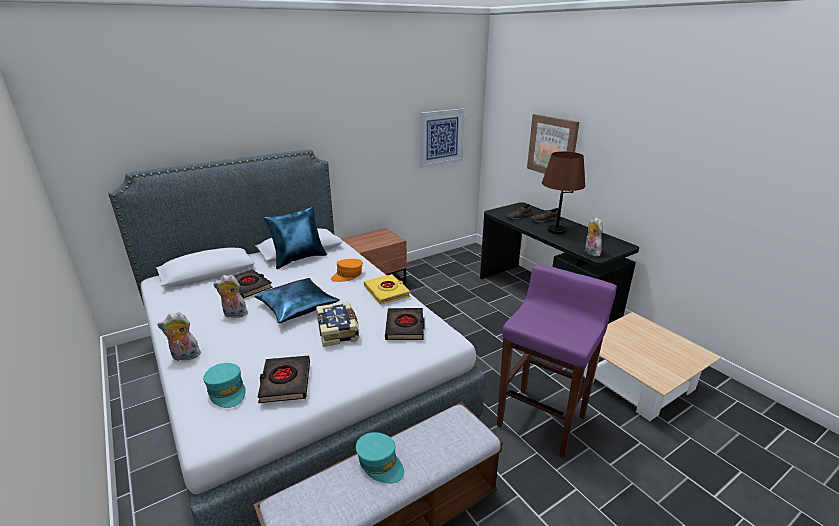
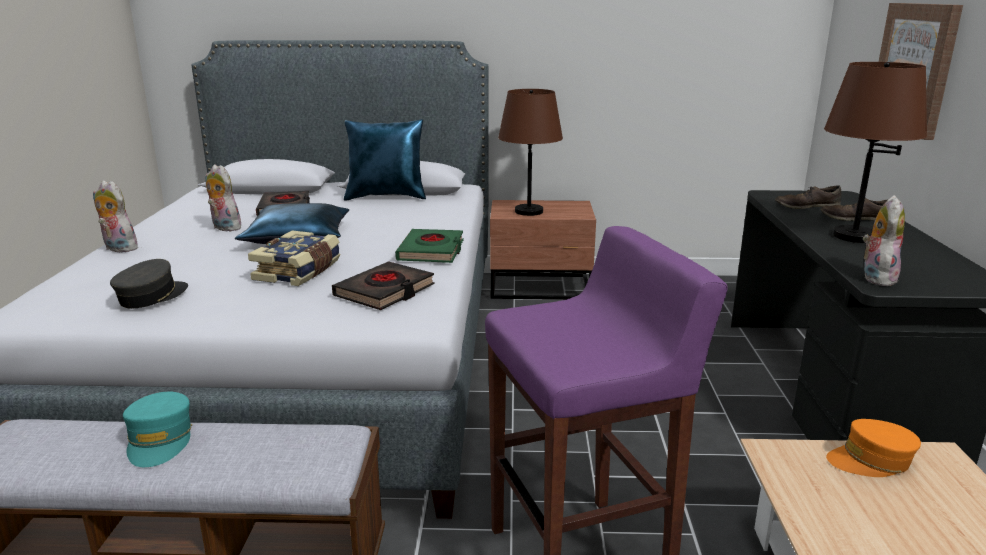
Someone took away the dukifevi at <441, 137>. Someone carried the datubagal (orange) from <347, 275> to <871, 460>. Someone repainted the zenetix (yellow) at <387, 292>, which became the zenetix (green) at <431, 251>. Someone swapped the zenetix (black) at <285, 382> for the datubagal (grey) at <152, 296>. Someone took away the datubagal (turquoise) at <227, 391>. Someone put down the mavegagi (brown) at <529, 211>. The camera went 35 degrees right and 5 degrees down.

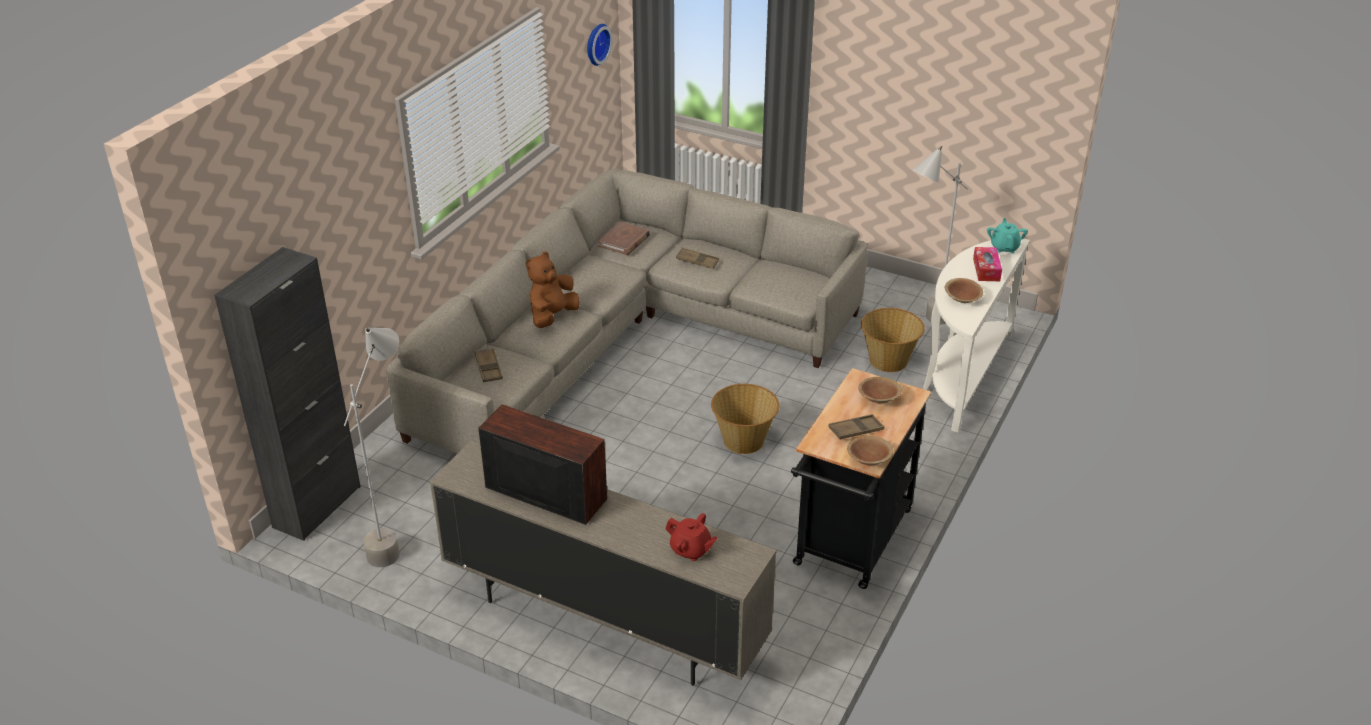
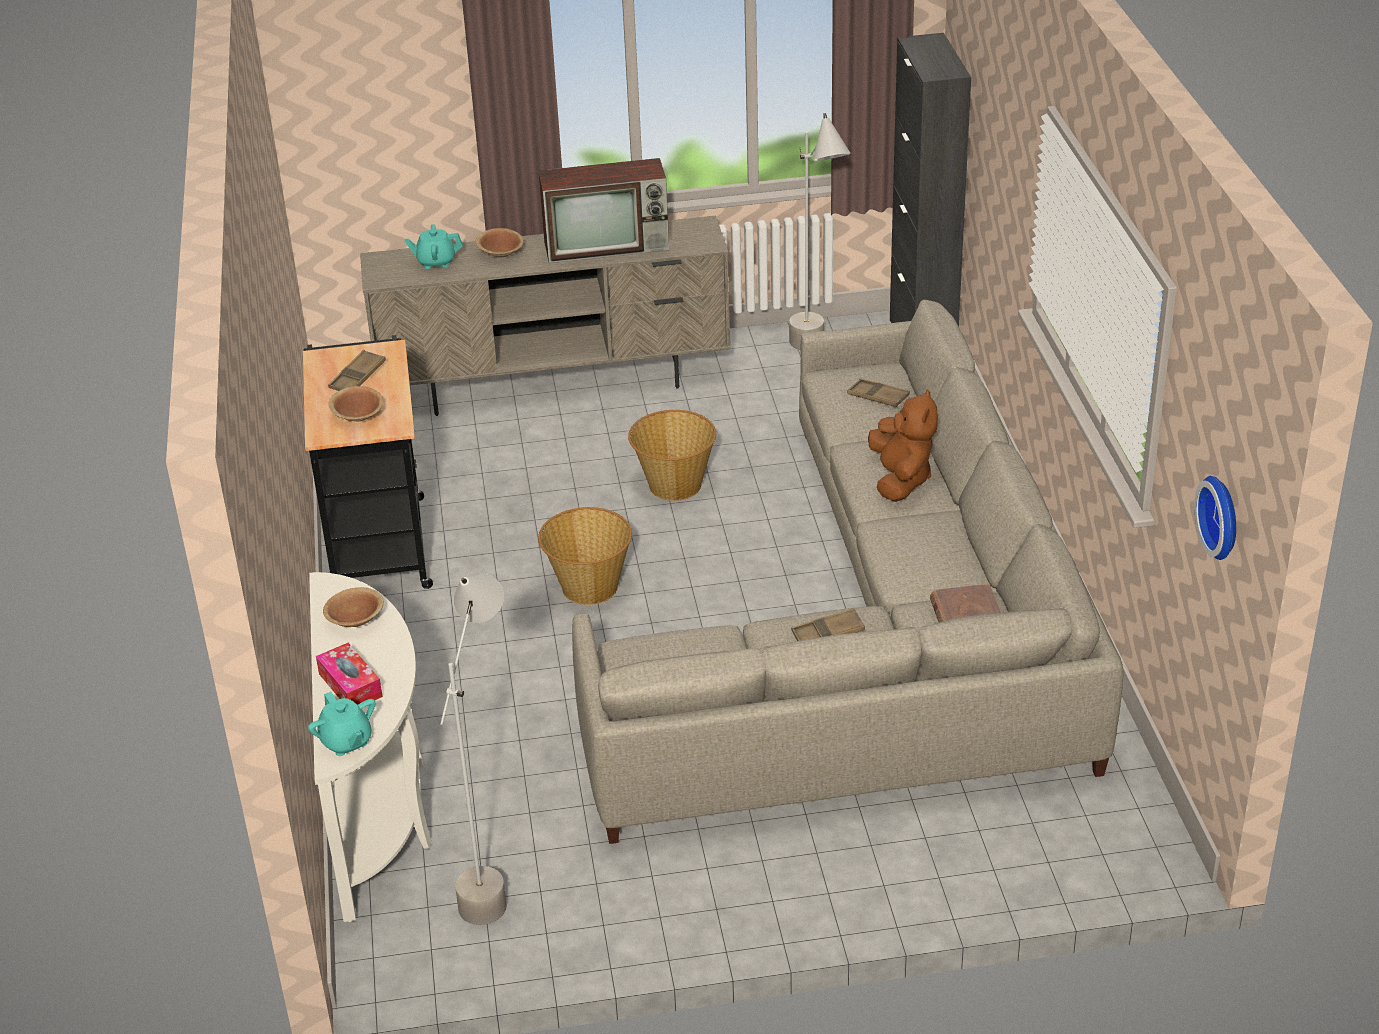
Someone carried the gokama from <888, 361> to <674, 484>. Someone carried the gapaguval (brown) from <869, 459> to <500, 253>. Someone repainted the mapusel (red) at <691, 550>, which became the mapusel (turquoise) at <436, 262>. The camera went 145 degrees right and 0 degrees up.

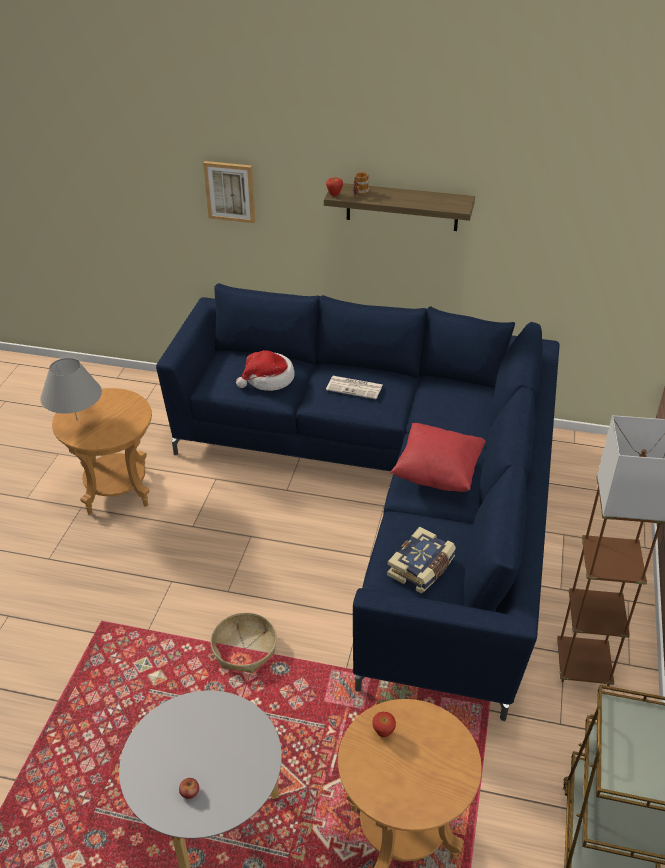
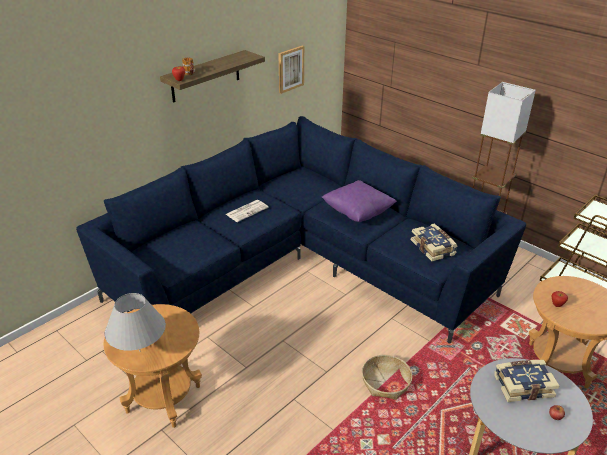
Someone carried the dukifevi from <230, 191> to <290, 69>. Someone took away the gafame at <268, 379>. Someone repainted the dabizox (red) at <437, 473>, which became the dabizox (purple) at <357, 213>. Someone put down the zenetix at <522, 385>. The camera went 60 degrees left and 5 degrees down.

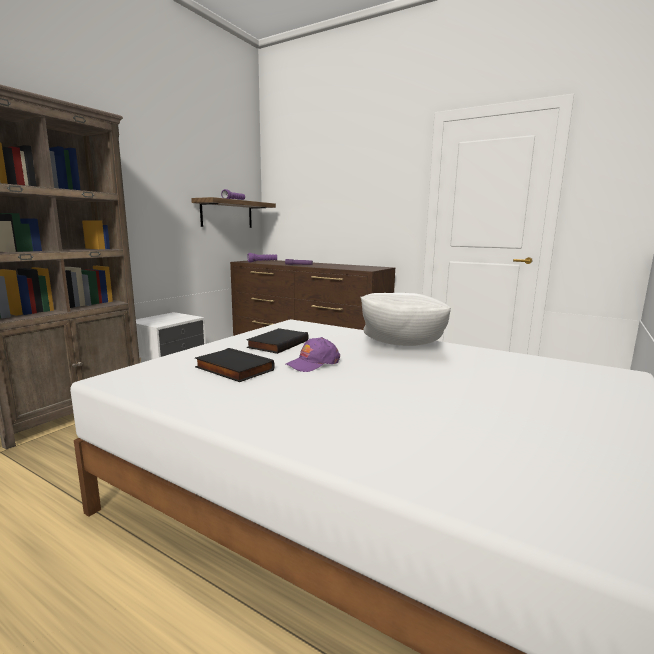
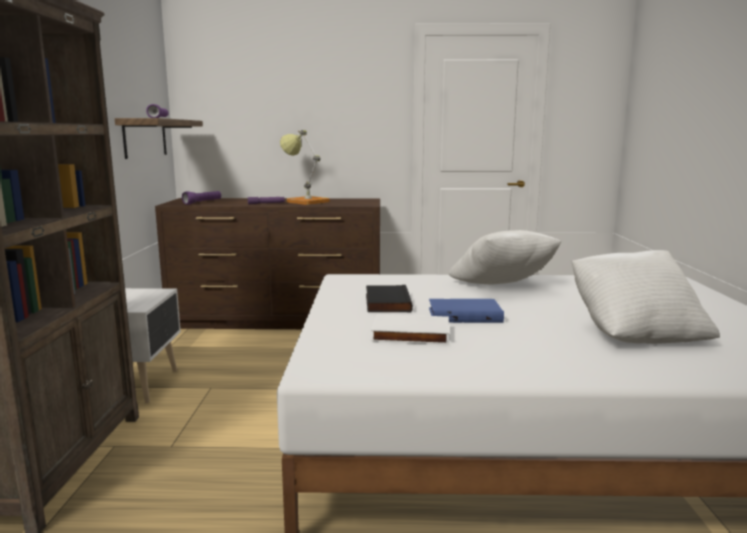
Someone swapped the datubagal (purple) at <313, 363> for the zenetix (blue) at <465, 315>. Someone repainted the zenetix (black) at <232, 369>, which became the zenetix (white) at <410, 335>. Someone put down the mavegagi at <304, 201>. Someone put down the dabizox (white) at <635, 333>. The camera went 30 degrees left and 0 degrees up.

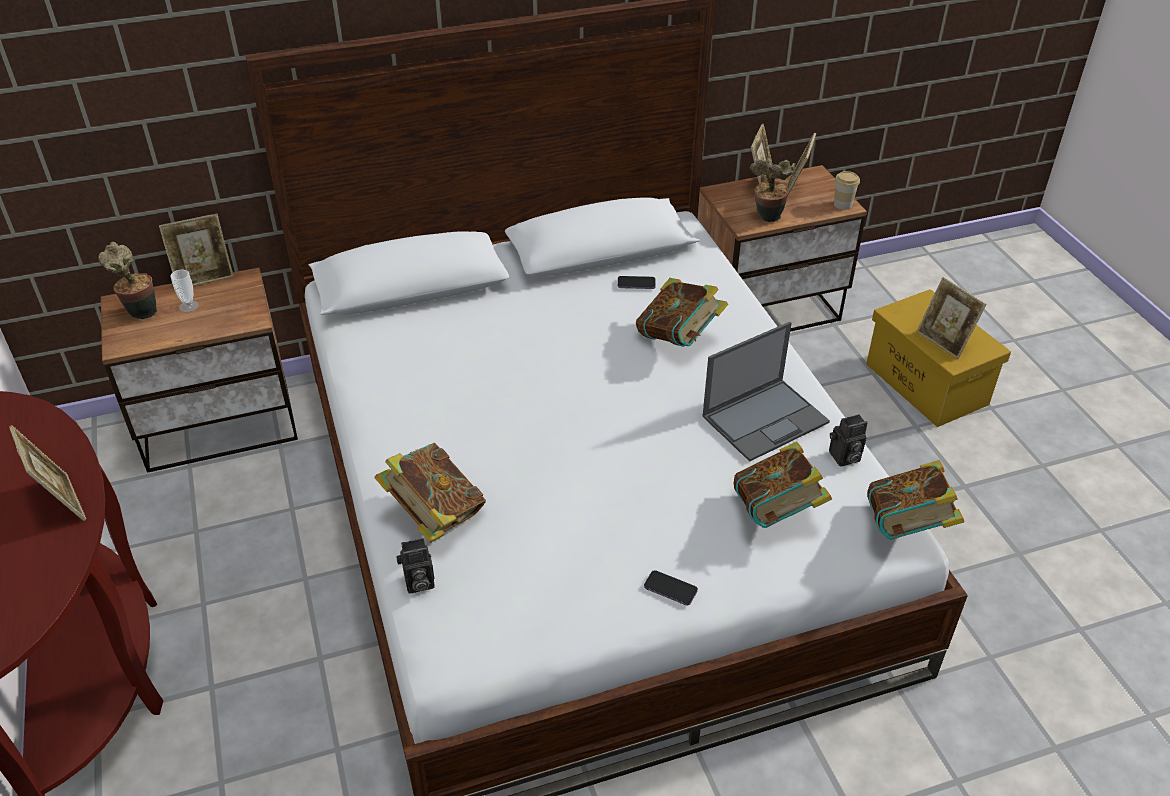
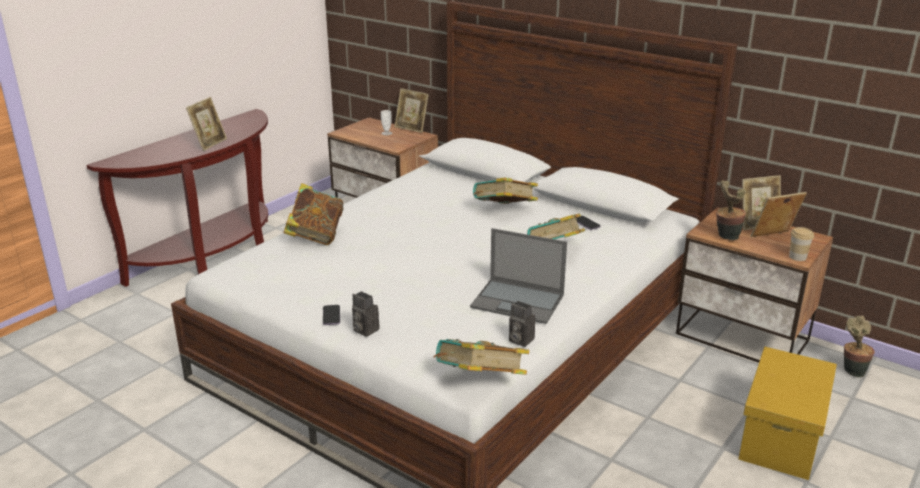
Someone carried the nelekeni from <140, 312> to <852, 370>. Someone took away the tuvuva at <944, 342>. Someone carried the zenetix from <777, 512> to <504, 212>. Someone carried the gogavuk from <418, 583> to <364, 330>. The camera went 55 degrees right and 15 degrees down.

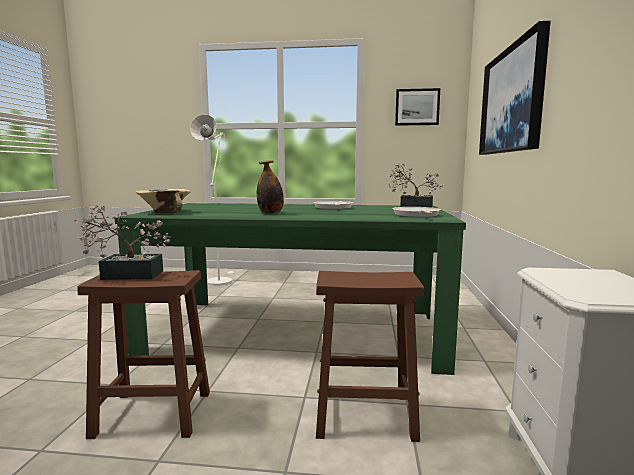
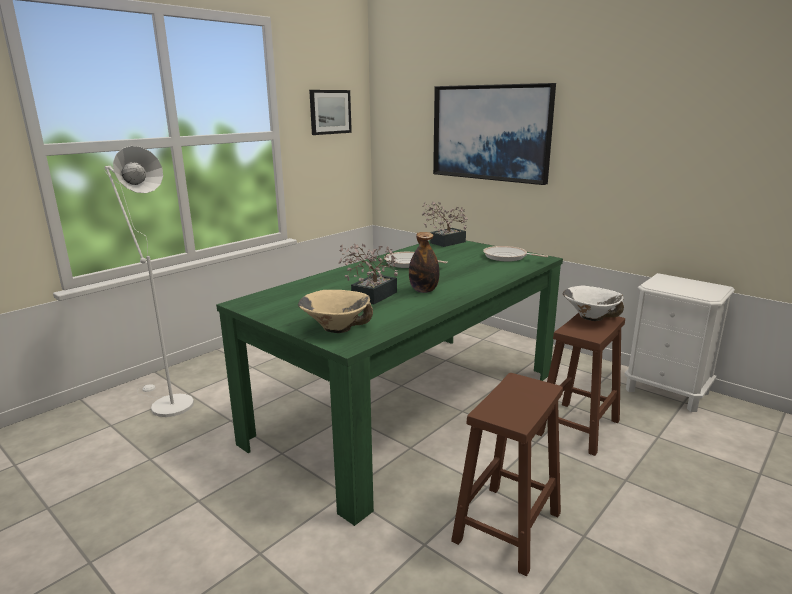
Someone carried the nelekeni from <126, 275> to <370, 297>. Someone put down the gapaguval (white) at <590, 317>. The camera went 55 degrees left and 10 degrees up.

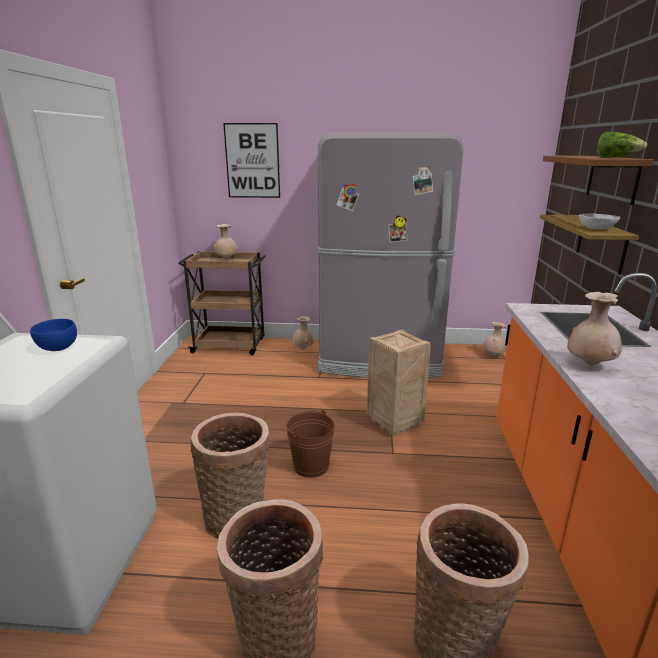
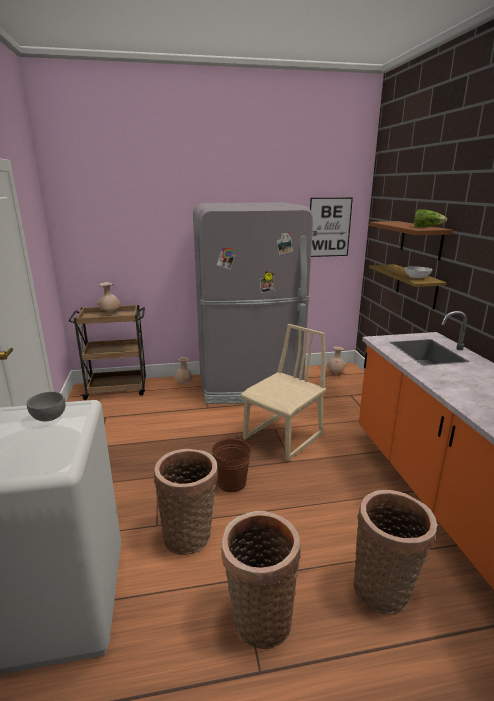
Someone carried the dukifevi from <252, 161> to <329, 227>. Someone took away the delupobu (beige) at <589, 364>. Someone repainted the gapaguval (blue) at <58, 348>, which became the gapaguval (grey) at <49, 418>. Someone swapped the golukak at <396, 423> for the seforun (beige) at <283, 437>. The camera went 15 degrees left and 0 degrees up.

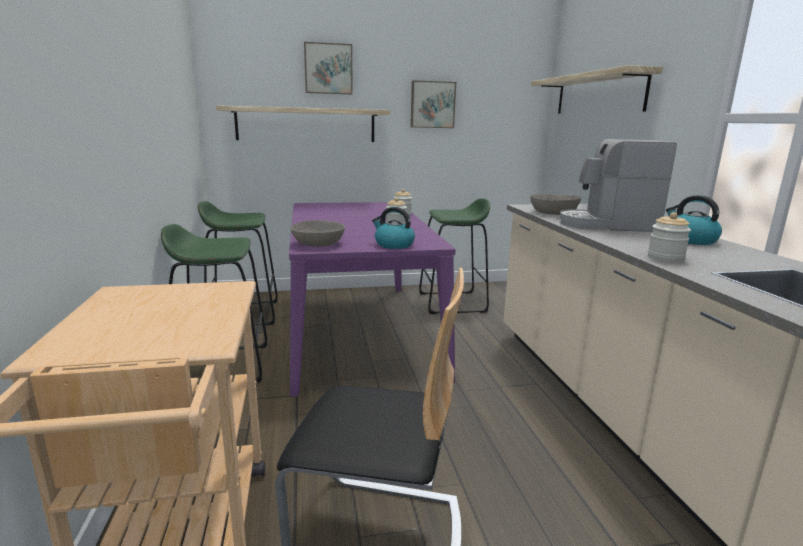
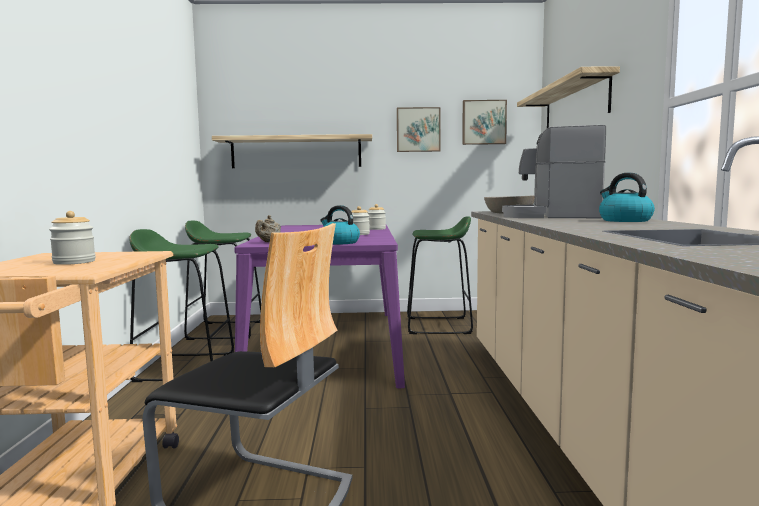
Someone carried the dukifevi from <328, 69> to <483, 122>. Someone carried the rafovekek from <665, 258> to <74, 262>. Someone swapped the gapaguval (grey) at <318, 243> for the mapusel (beige) at <269, 242>. The camera went 10 degrees right and 10 degrees down.

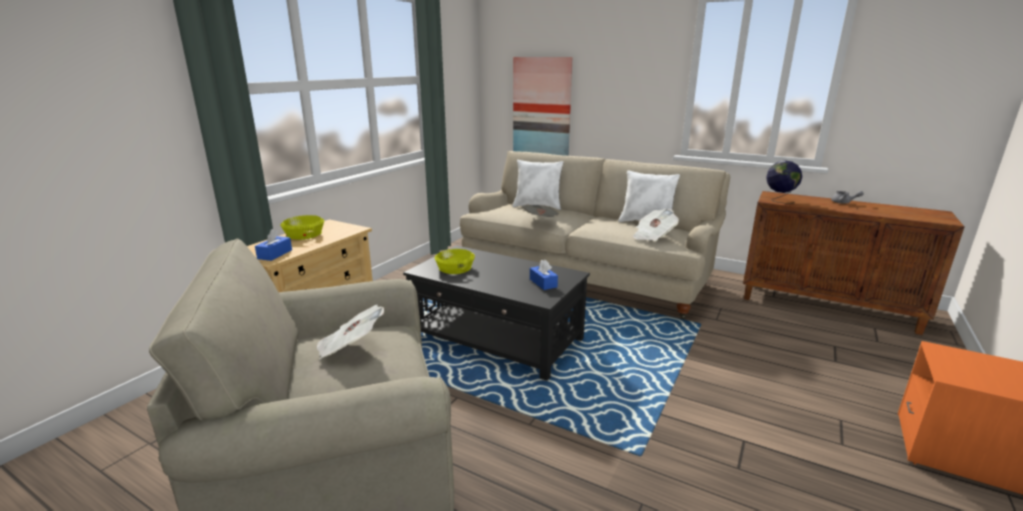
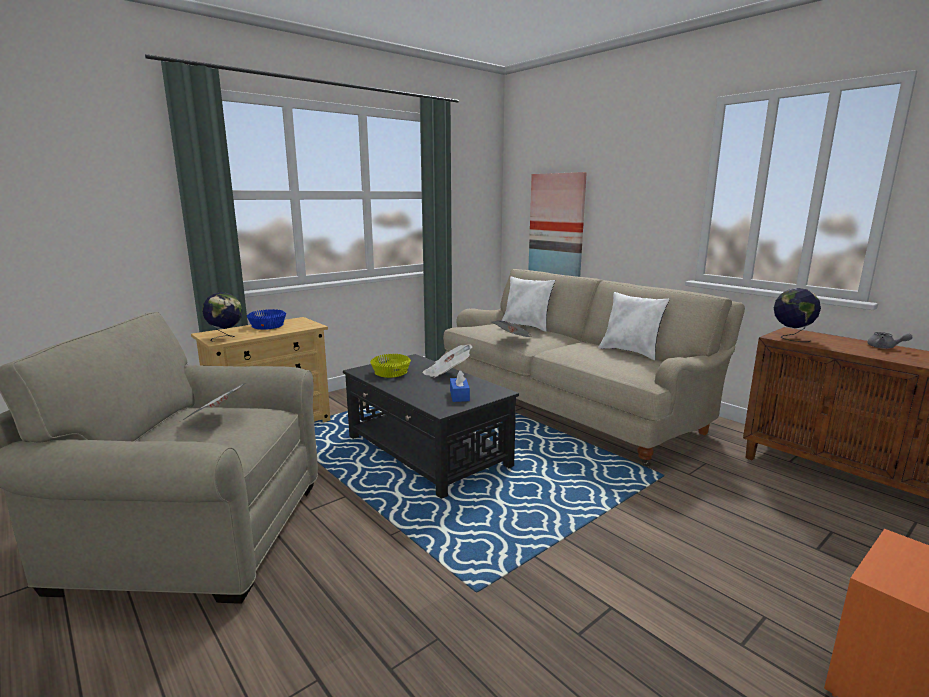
Someone carried the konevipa from <653, 236> to <447, 373>. Someone repainted the gapaguval (yellow) at <304, 235>, which became the gapaguval (blue) at <267, 326>. Someone swapped the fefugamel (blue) at <275, 254> for the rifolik at <226, 338>. The camera went 20 degrees right and 5 degrees down.

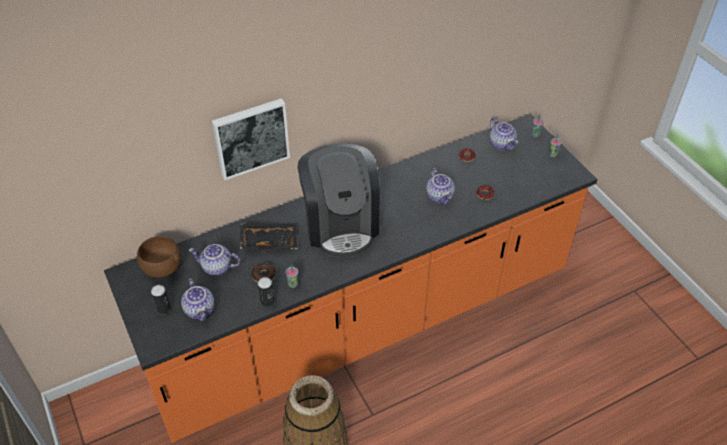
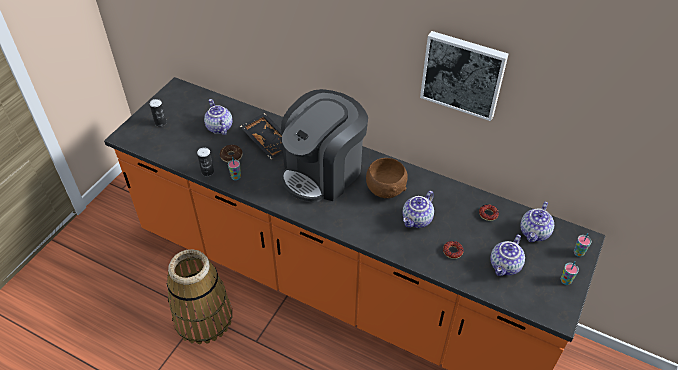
Someone carried the dukifevi from <250, 137> to <463, 74>. Someone carried the gapaguval (brown) from <161, 268> to <385, 189>. Someone carried the mapusel from <200, 310> to <505, 266>. The camera went 55 degrees right and 0 degrees up.

